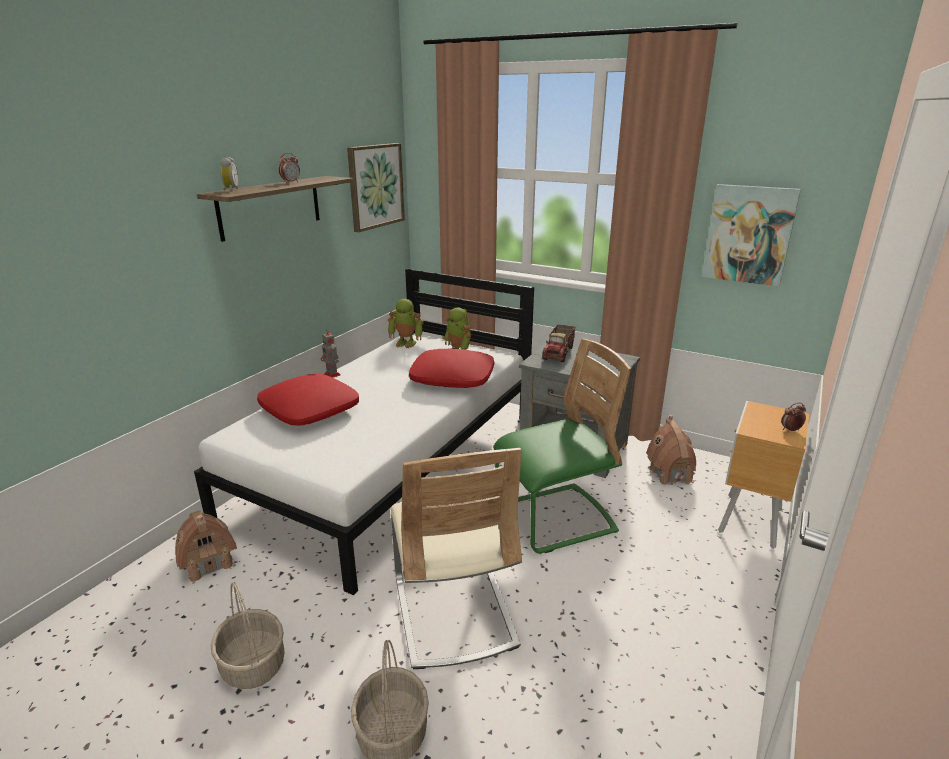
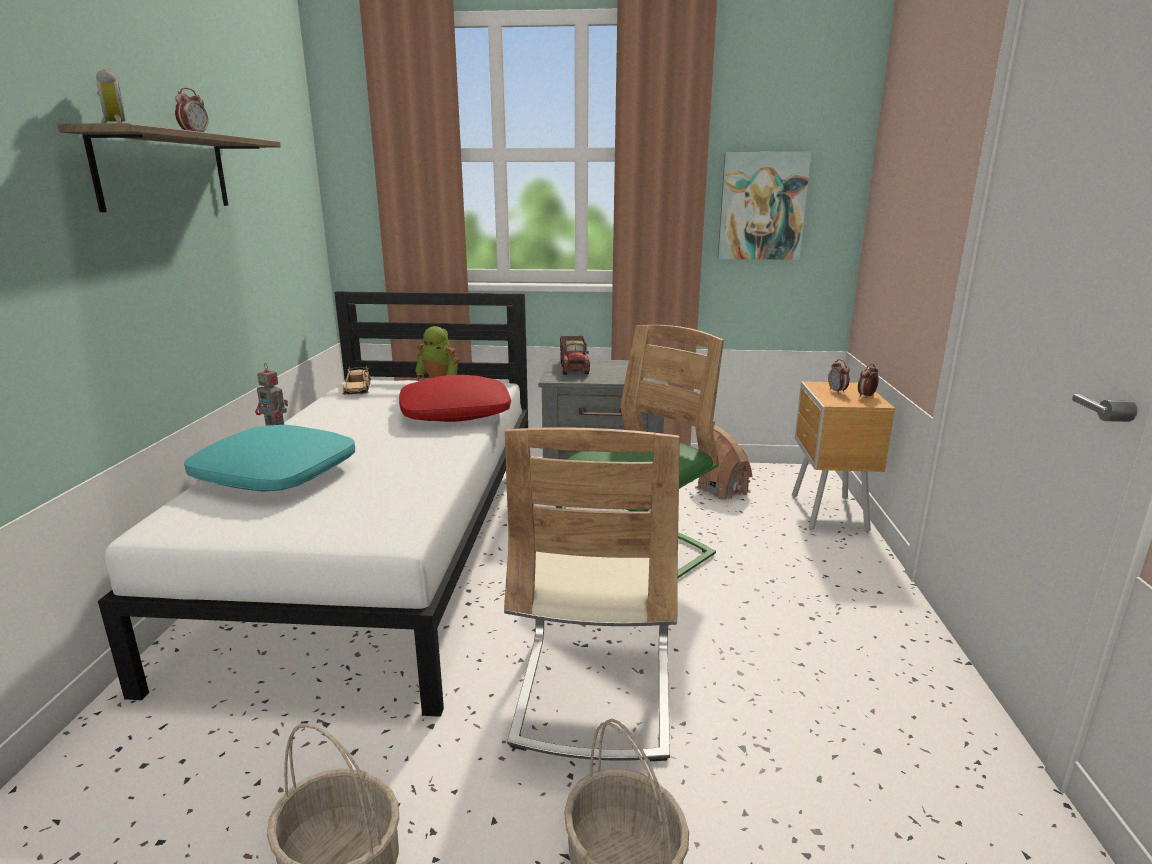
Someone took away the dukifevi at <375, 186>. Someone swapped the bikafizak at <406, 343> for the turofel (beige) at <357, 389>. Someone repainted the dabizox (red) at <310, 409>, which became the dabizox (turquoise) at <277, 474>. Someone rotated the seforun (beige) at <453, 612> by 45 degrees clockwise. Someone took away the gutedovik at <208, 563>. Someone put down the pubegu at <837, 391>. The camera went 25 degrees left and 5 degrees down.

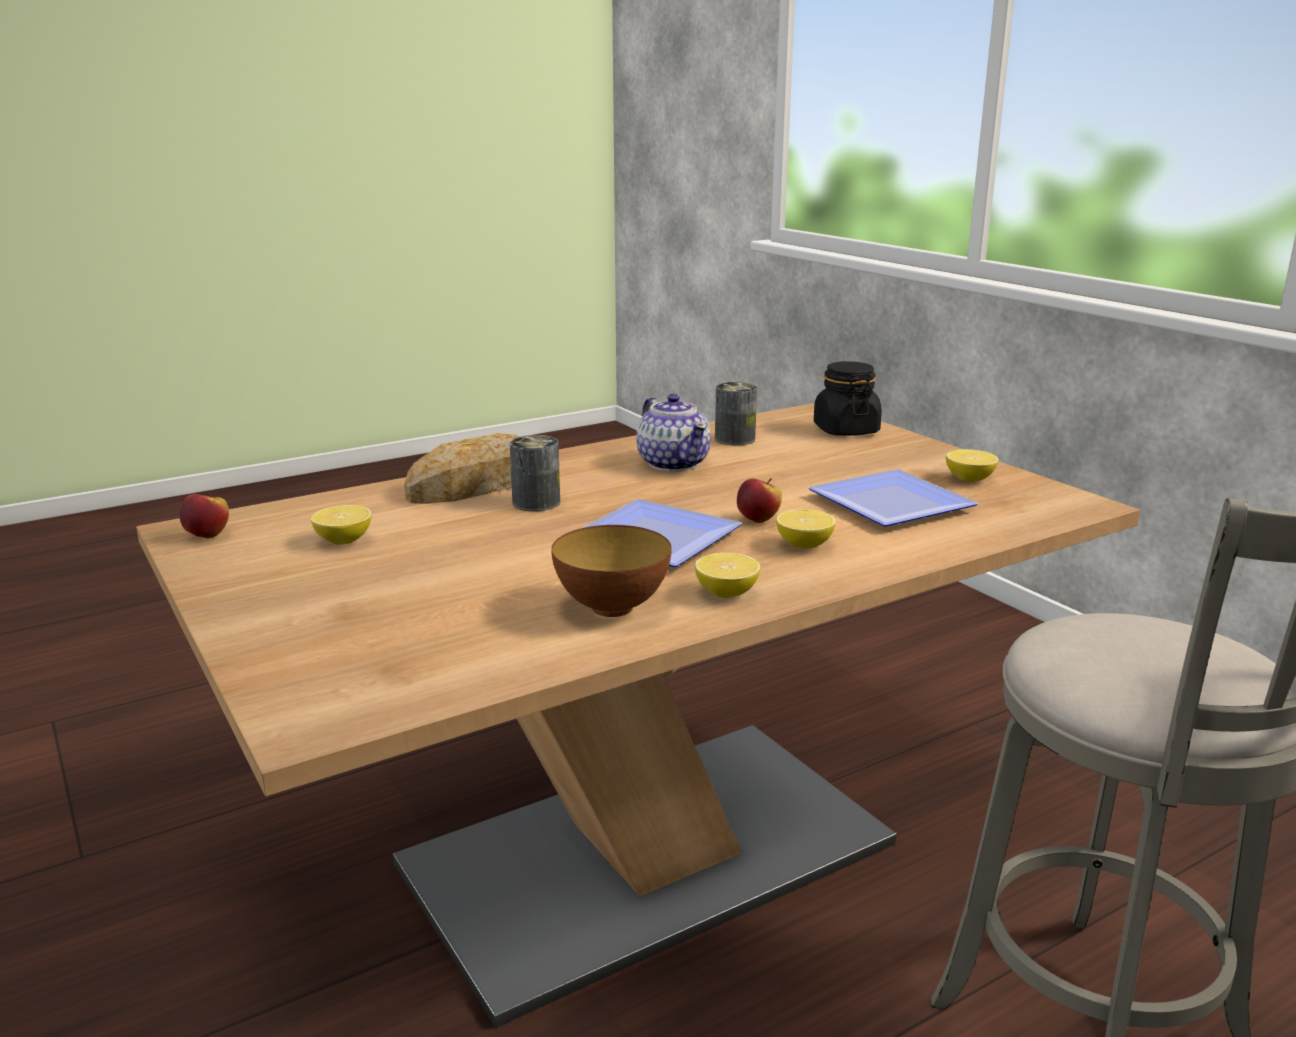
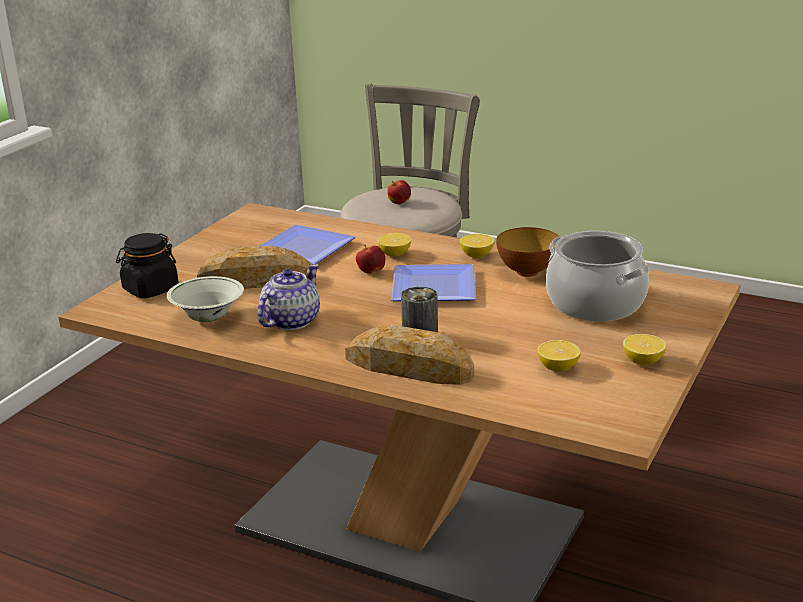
Someone swapped the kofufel at <734, 439> for the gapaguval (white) at <208, 318>. Someone carried the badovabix from <969, 479> to <643, 361>. Someone carried the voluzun from <208, 536> to <399, 203>. Someone put down the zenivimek at <596, 303>. Someone put down the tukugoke at <255, 280>. The camera went 120 degrees left and 5 degrees up.

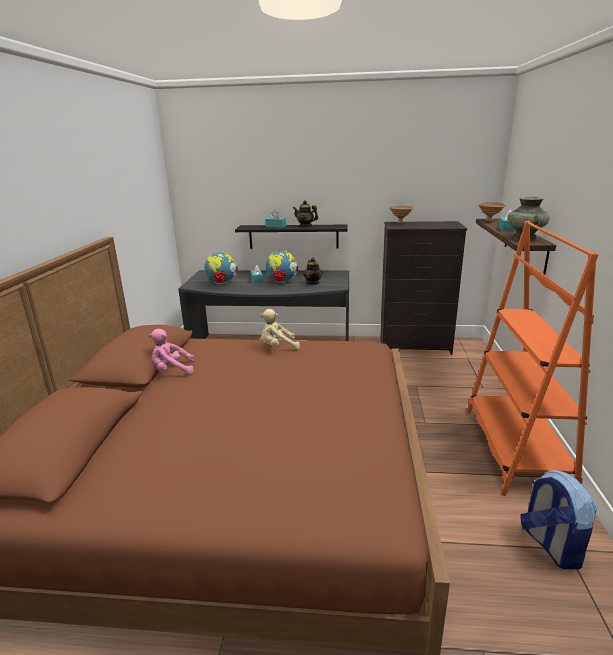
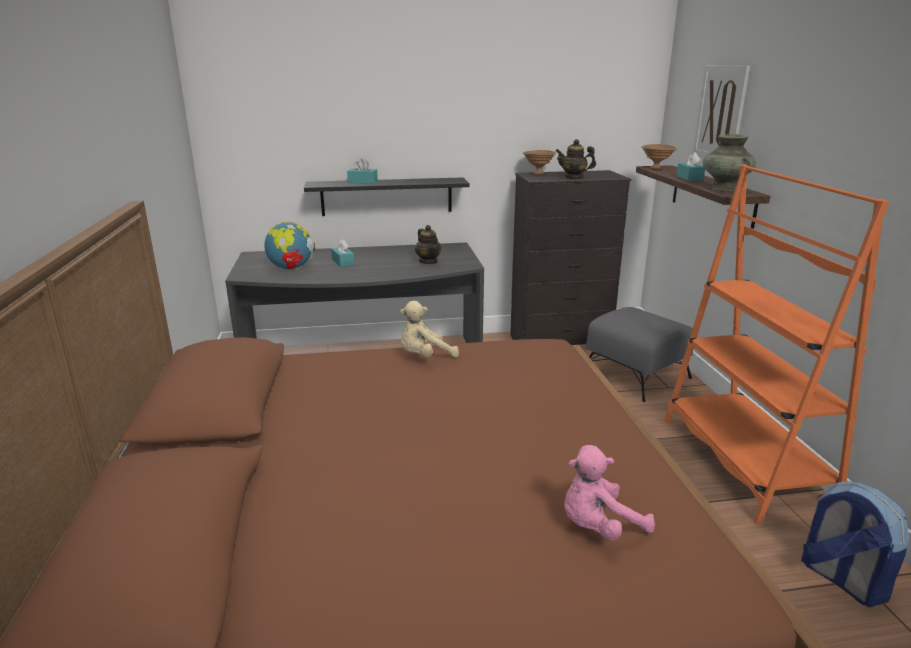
Someone carried the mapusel from <305, 226> to <574, 177>. Someone took away the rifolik at <282, 282>. Someone carried the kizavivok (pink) from <172, 370> to <598, 527>. Someone put up the dukifevi at <720, 113>. Someone put down the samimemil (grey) at <636, 375>. The camera went 15 degrees left and 0 degrees up.

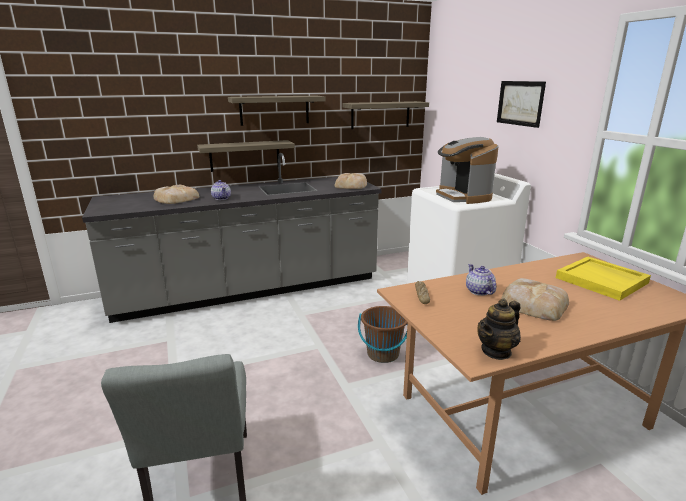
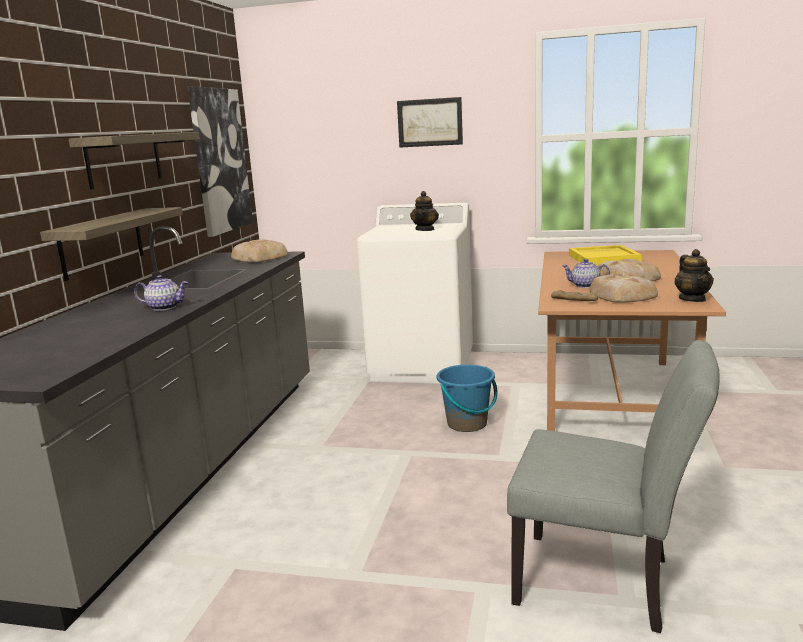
Someone swapped the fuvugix at <380, 115> for the dukifevi at <220, 160>. Someone swapped the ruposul at <463, 196> for the mapusel at <425, 229>. Someone carried the tukugoke from <175, 199> to <622, 295>. Someone repainted the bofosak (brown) at <383, 354>, which became the bofosak (blue) at <467, 424>. The camera went 55 degrees left and 5 degrees down.

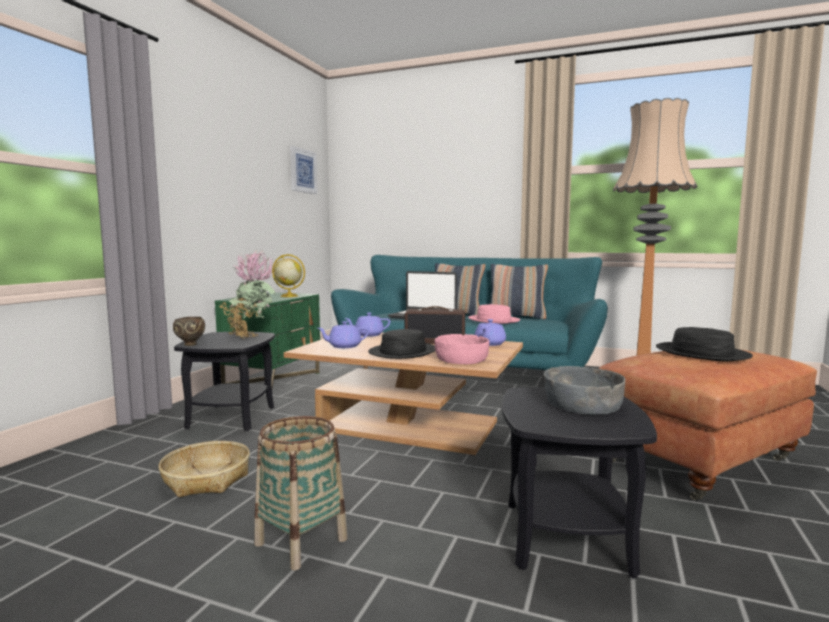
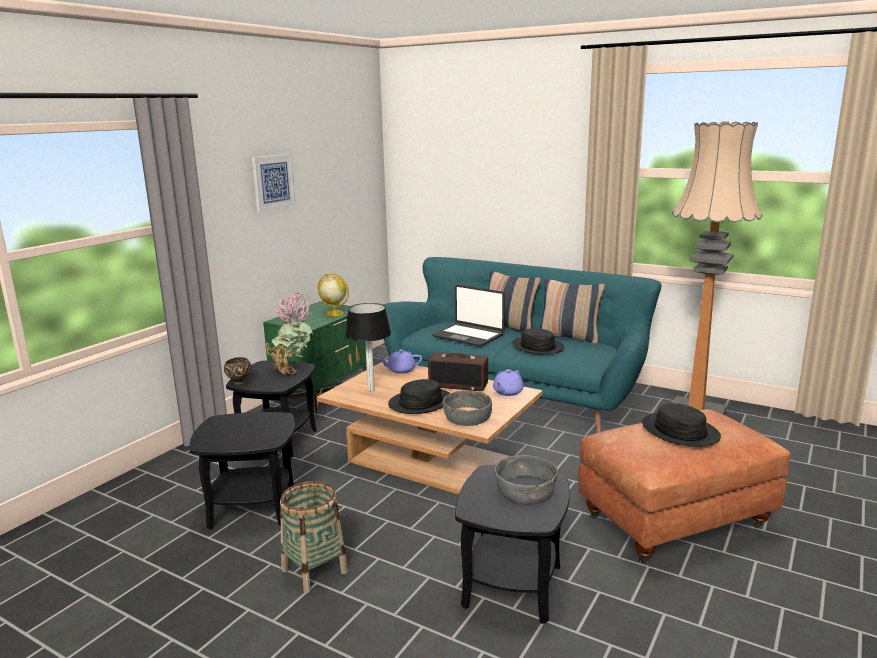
Someone carried the dukifevi from <303, 171> to <273, 182>. Someone repainted the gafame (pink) at <493, 320>, which became the gafame (black) at <537, 347>. Someone swapped the mapusel (purple) at <344, 346> for the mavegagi at <371, 390>. Someone repainted the gapaguval (pink) at <461, 359>, which became the gapaguval (grey) at <467, 417>. Someone swapped the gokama at <206, 479> for the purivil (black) at <253, 508>. The camera went 10 degrees right and 10 degrees up.

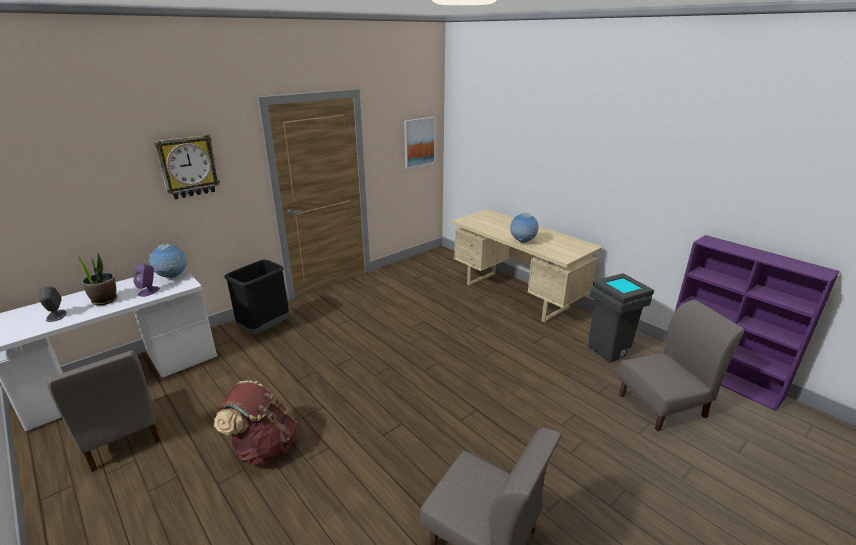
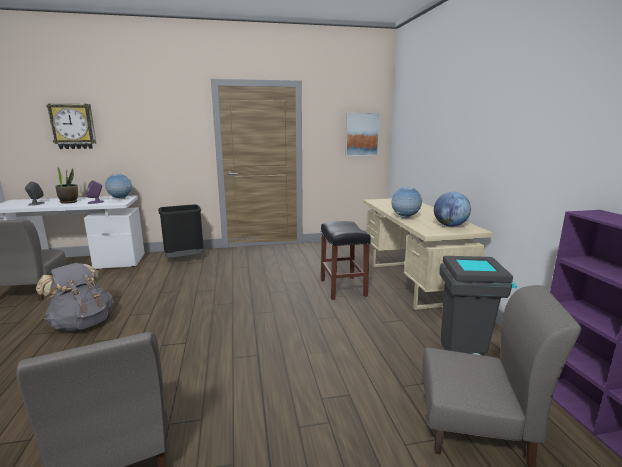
Someone carried the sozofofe from <188, 166> to <73, 126>. Someone repainted the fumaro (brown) at <264, 447>, which became the fumaro (grey) at <82, 324>. Someone put down the rifolik at <450, 226>. Someone put down the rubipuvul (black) at <342, 287>. The camera went 30 degrees right and 10 degrees down.

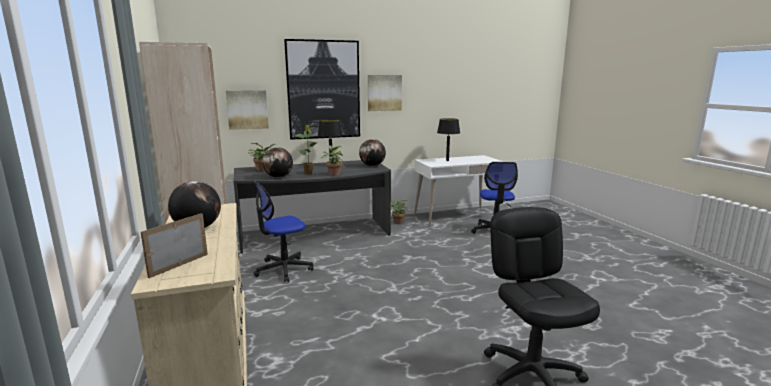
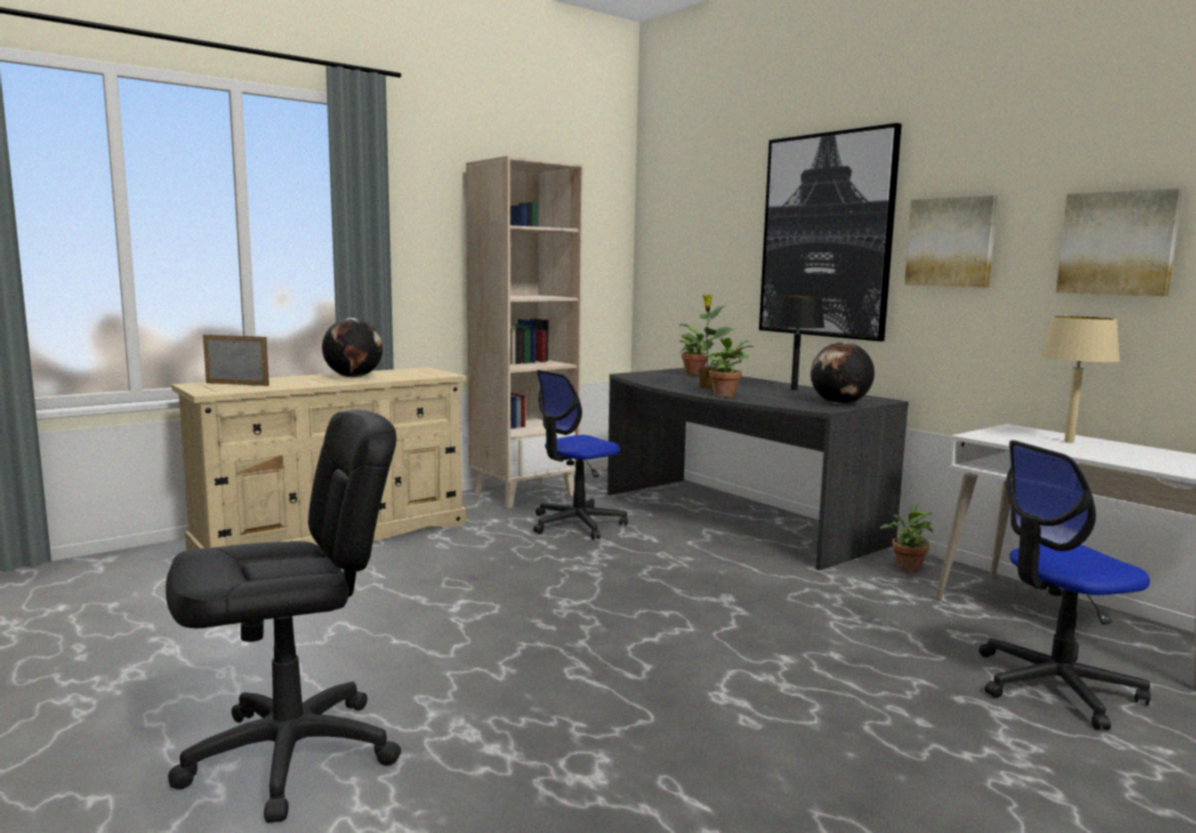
Someone carried the dukifevi from <247, 109> to <1117, 243>. Someone repainted the mavegagi (black) at <447, 160>, which became the mavegagi (beige) at <1069, 442>. Someone took away the rifolik at <278, 177>. Someone rotated the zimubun at <283, 269> by 75 degrees counterclockwise. The camera went 70 degrees right and 5 degrees down.

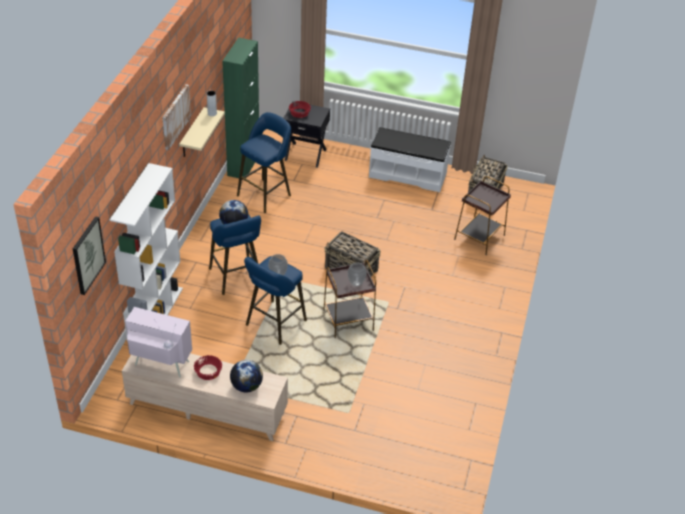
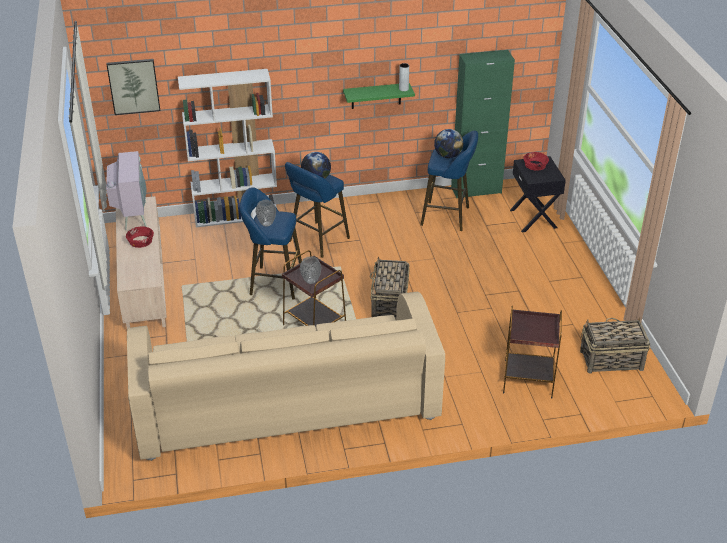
Someone took away the dukifevi at <175, 116>. Someone repainted the fuvugix (beige) at <192, 134>, which became the fuvugix (green) at <376, 96>. Someone took away the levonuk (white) at <408, 175>. Someone carried the rifolik from <246, 386> to <448, 156>. Someone put down the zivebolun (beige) at <286, 400>. The camera went 65 degrees right and 5 degrees down.

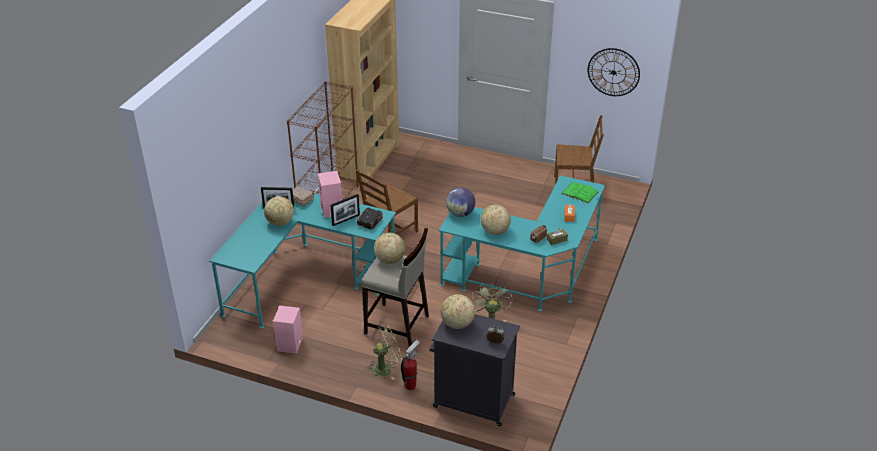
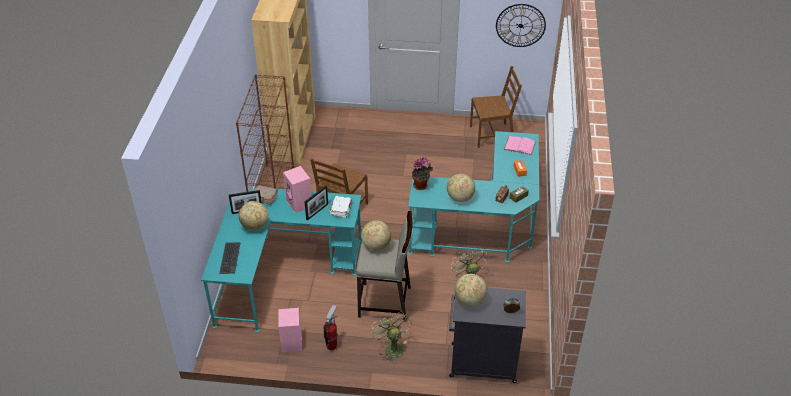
Someone repainted the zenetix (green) at <580, 193>, which became the zenetix (pink) at <519, 145>. Someone swapped the rifolik at <460, 213> for the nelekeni at <421, 186>. Someone repainted the zenetix (black) at <370, 222>, which became the zenetix (white) at <341, 210>. Someone rotated the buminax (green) at <386, 368> by 75 degrees counterclockwise. Someone carried the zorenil from <410, 386> to <331, 346>. Someone put down the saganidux at <229, 258>. The camera went 15 degrees left and 5 degrees up.

